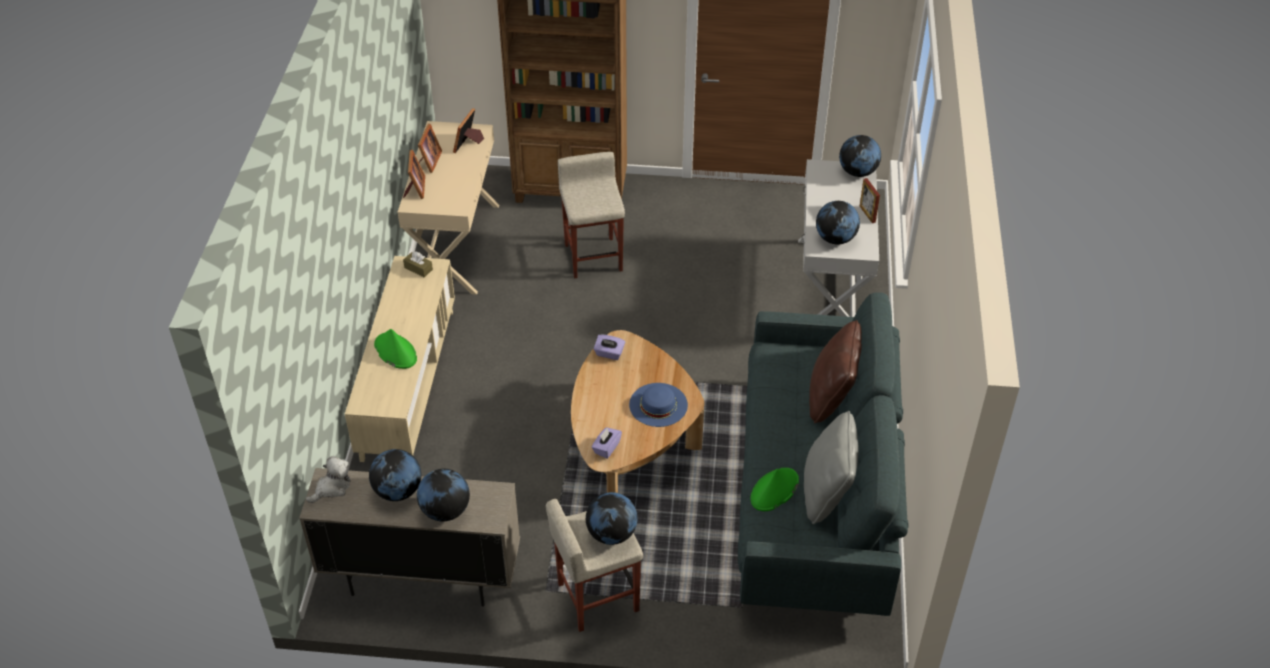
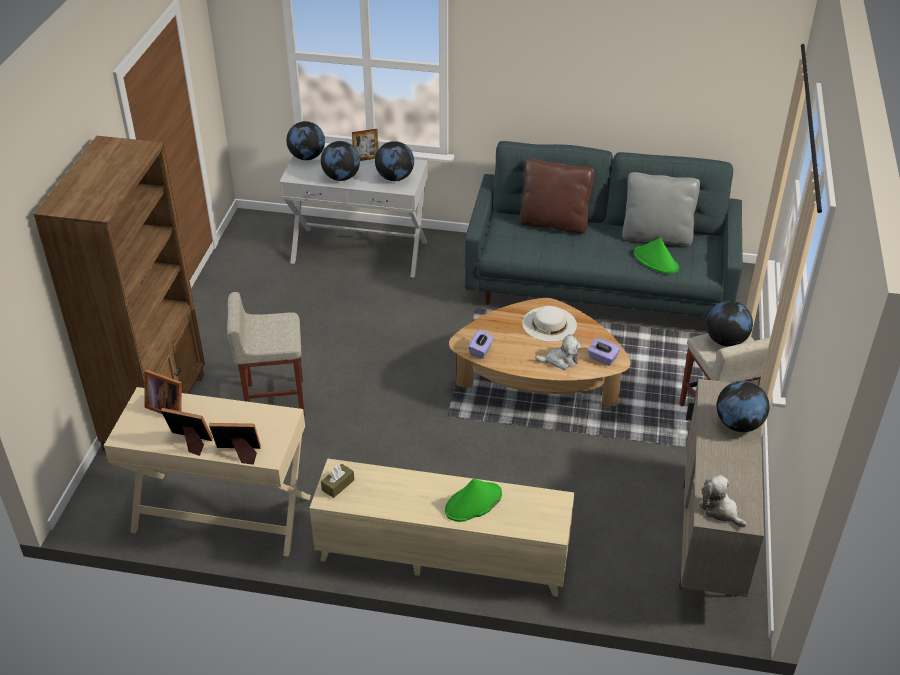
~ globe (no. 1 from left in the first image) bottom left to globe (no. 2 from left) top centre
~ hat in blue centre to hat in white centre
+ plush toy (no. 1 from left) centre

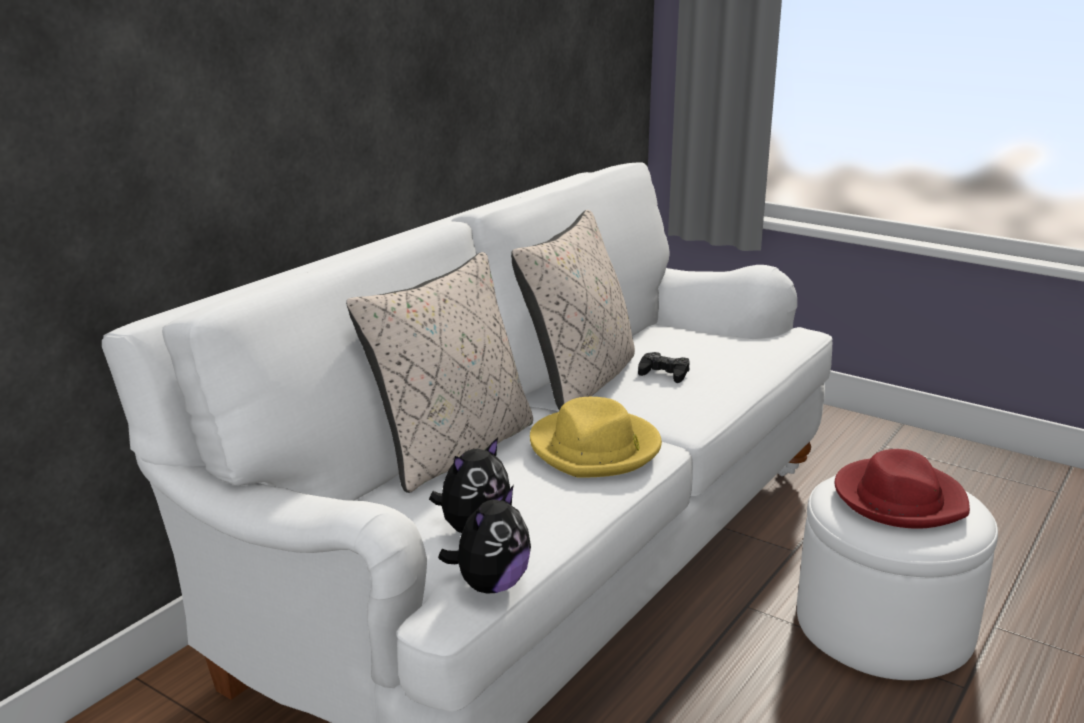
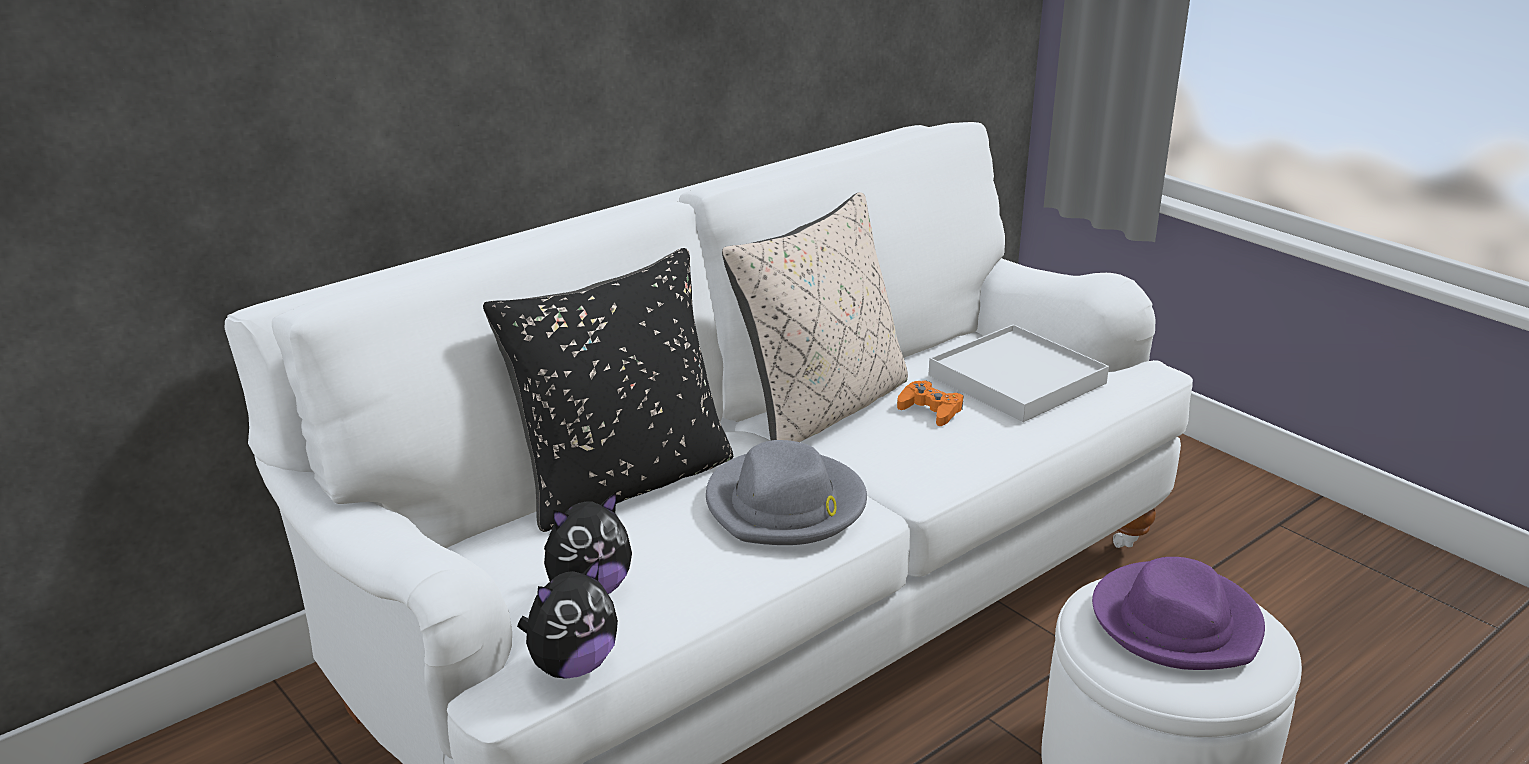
~ pillow in beige (no. 1 from left) centre to pillow in black centre
~ hat in yellow centre to hat in grey centre
~ game controller in black centre to game controller in orange centre
~ hat in red bottom right to hat in purple bottom right
+ tray in white centre

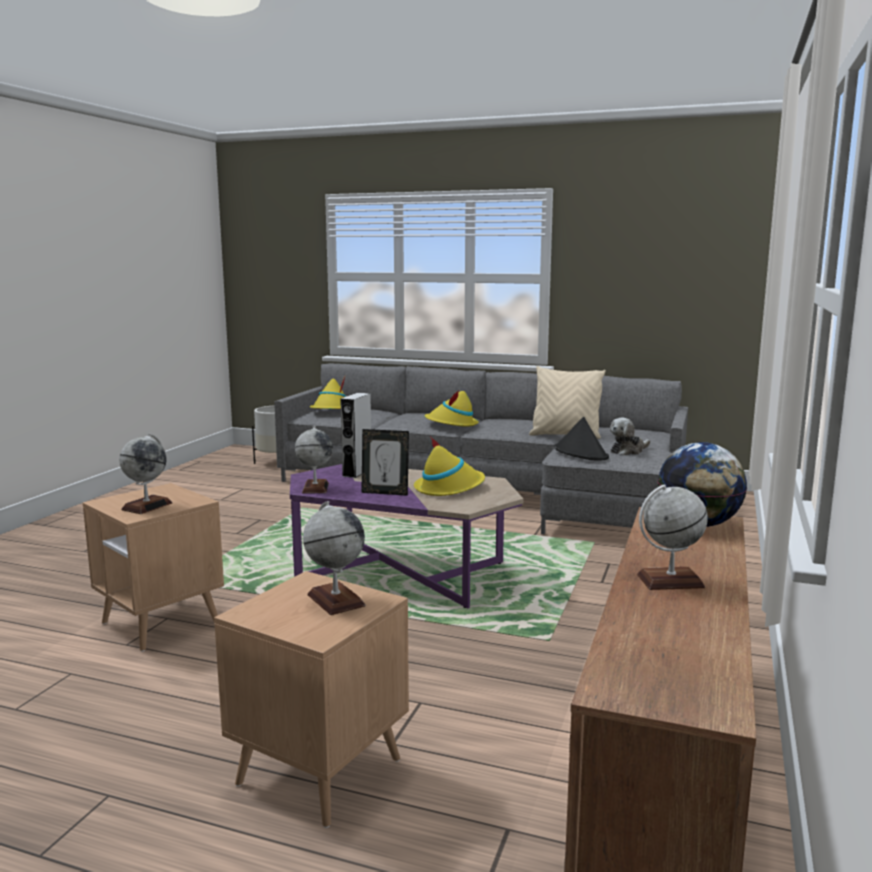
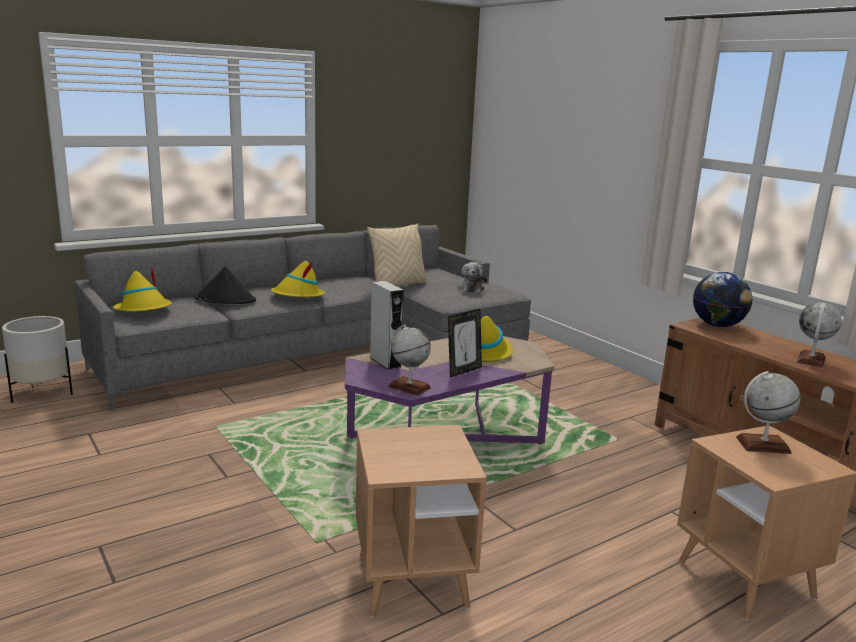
- globe (no. 1 from left) middle left
~ hat in black centre to middle left

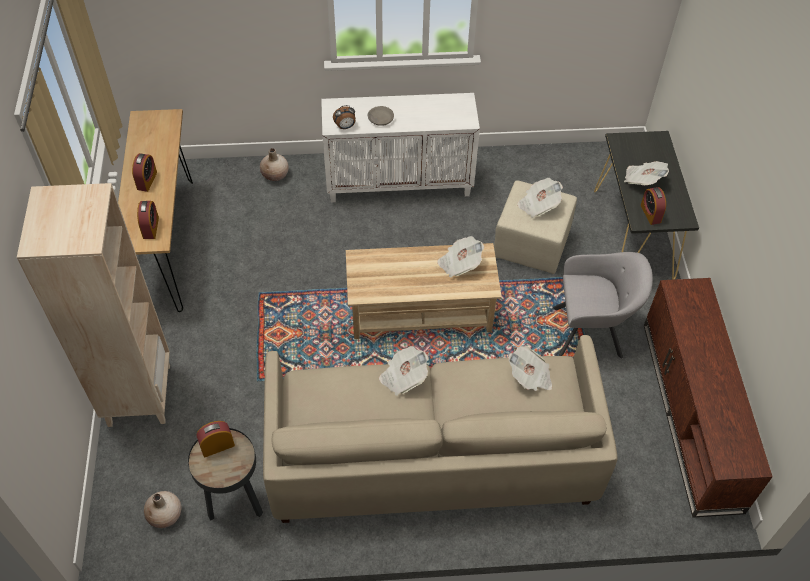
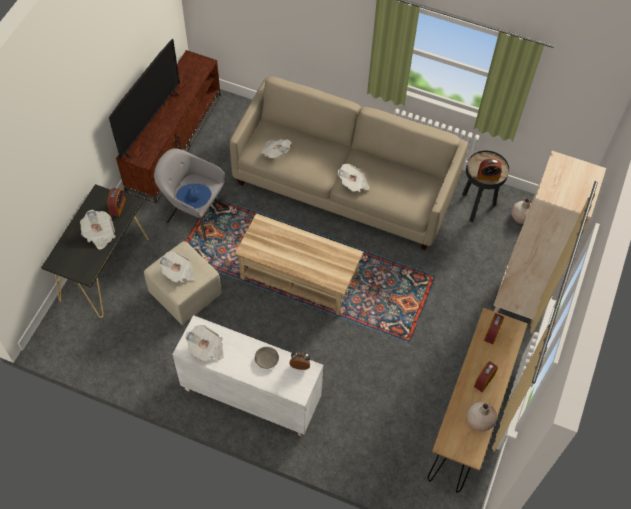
~ vase in beige (no. 2 from left in the first image) top centre to vase in beige (no. 1 from left) bottom right
~ newspaper (no. 2 from left in the first image) centre to newspaper (no. 3 from left) bottom left
+ television top left
+ hat in blue middle left

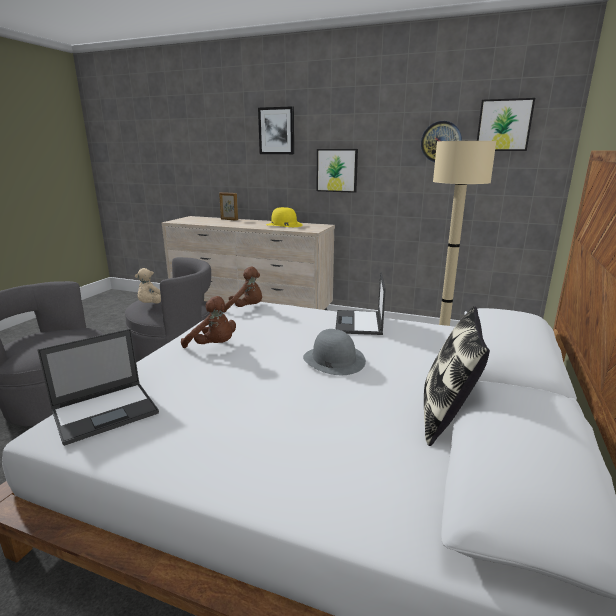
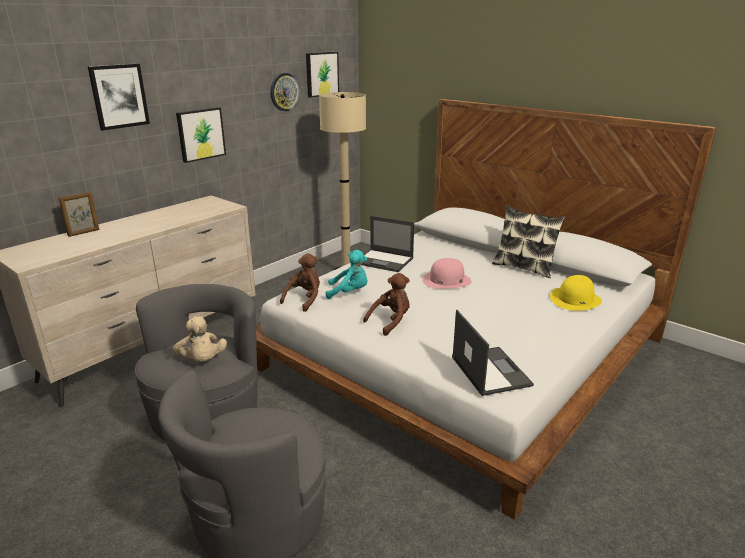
~ hat in yellow centre to middle right
~ hat in grey centre to hat in pink centre
+ plush toy in turquoise centre

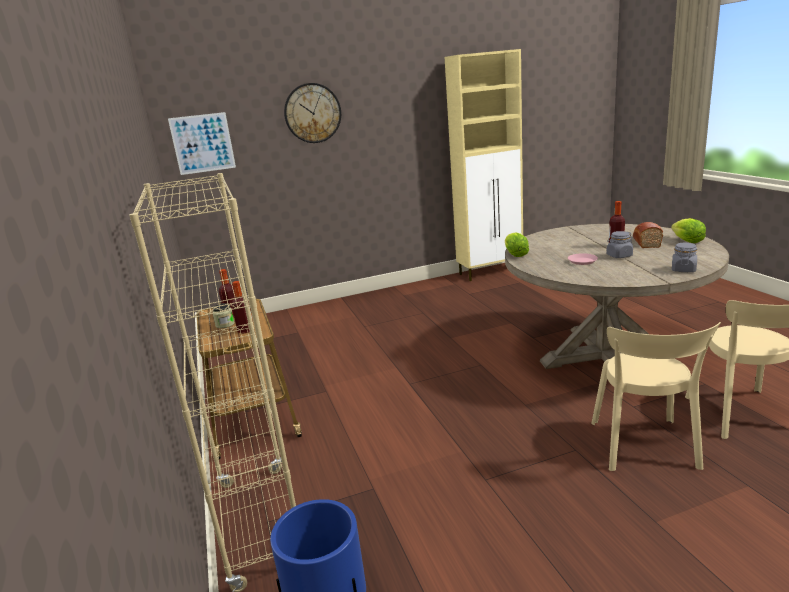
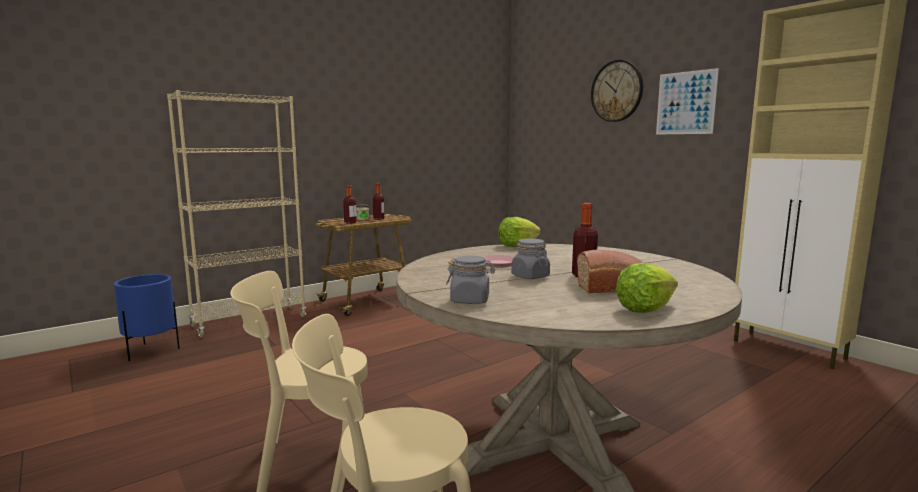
~ picture top left to top right

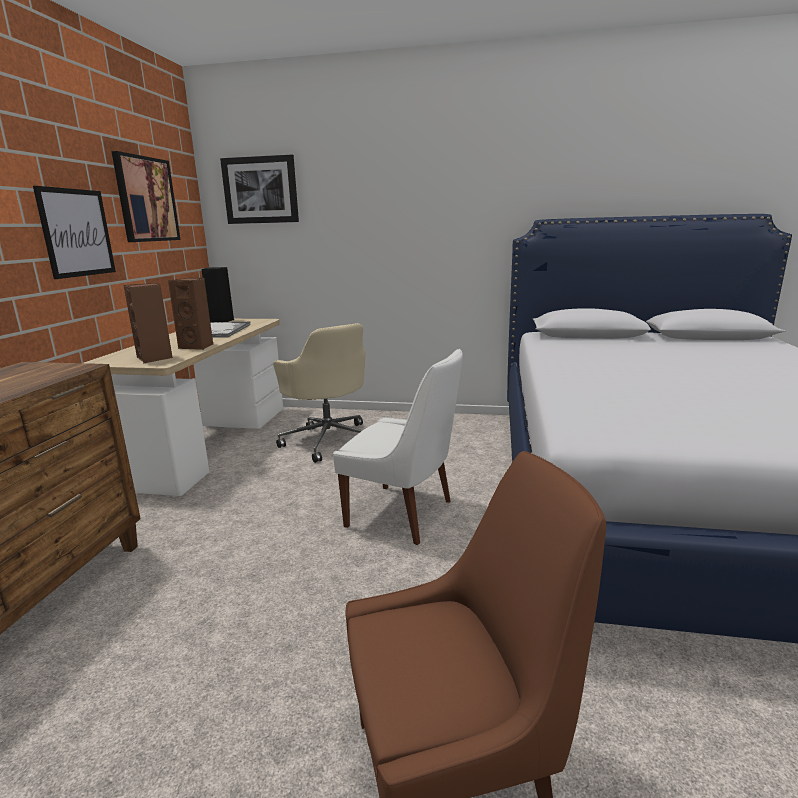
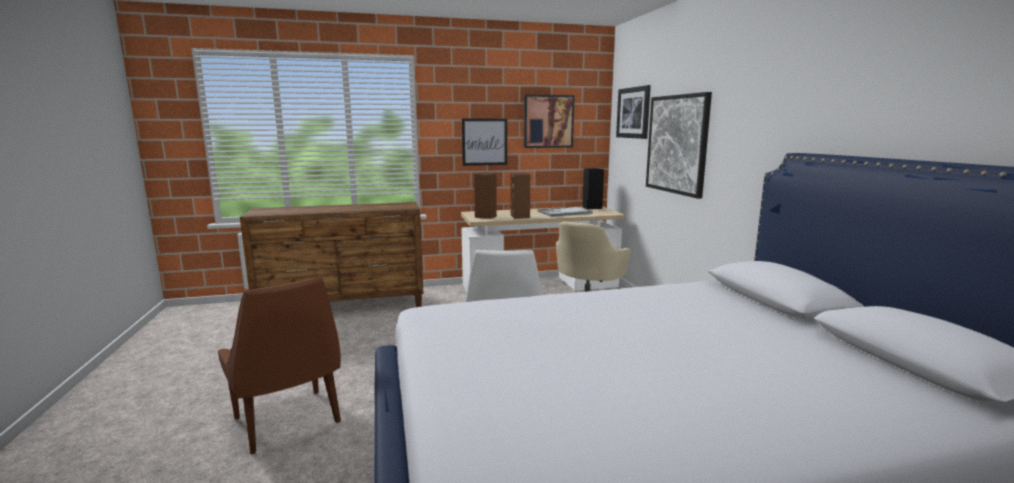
+ picture (no. 4 from left) top right

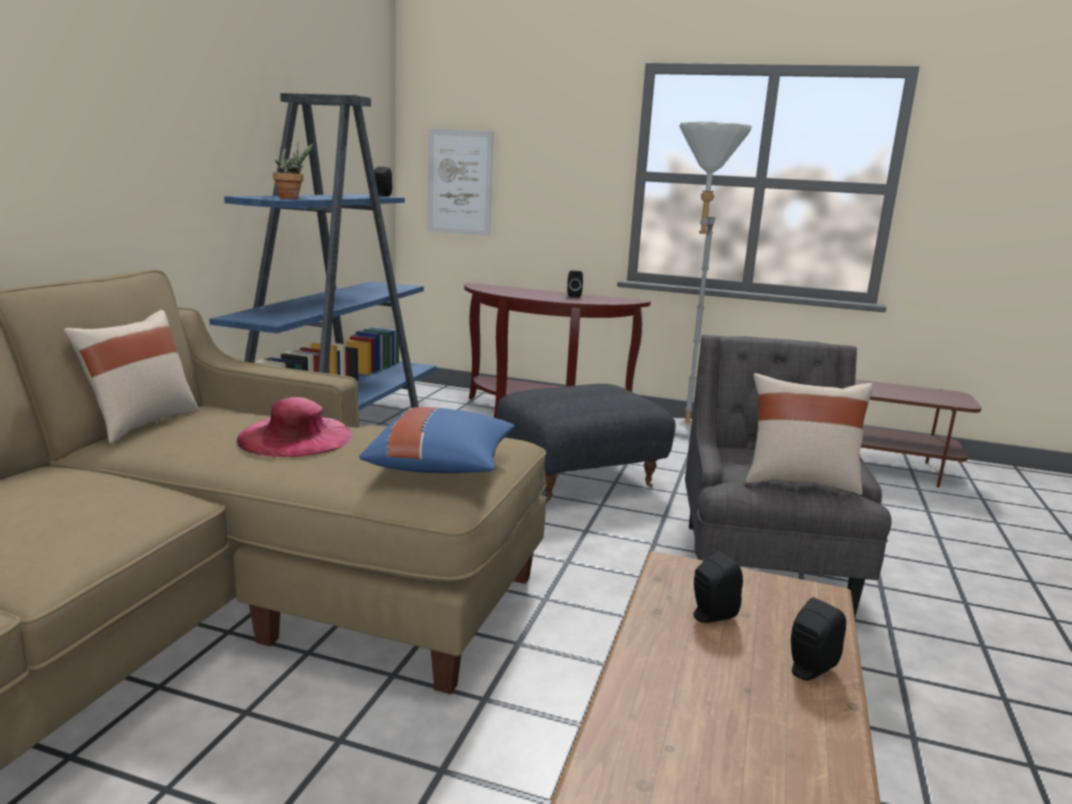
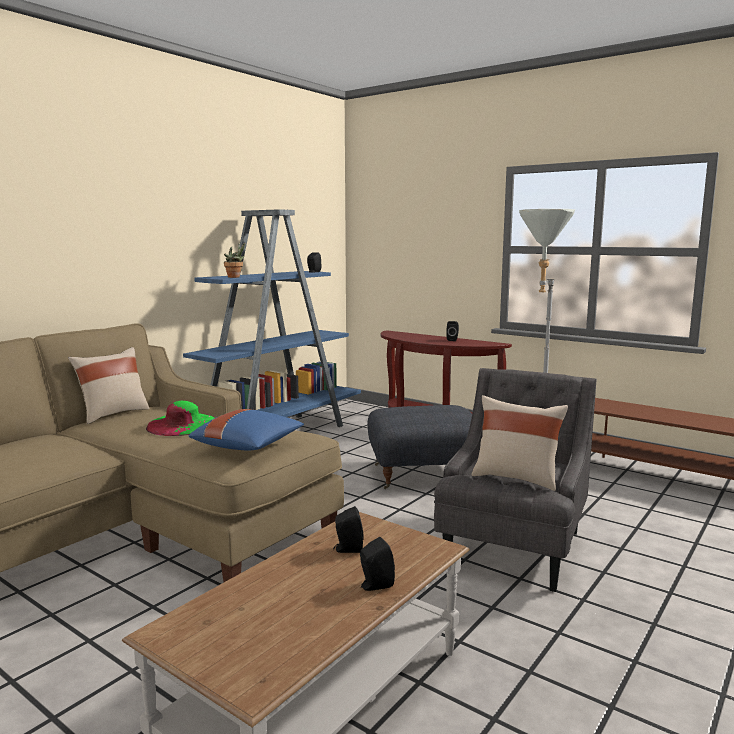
~ hat in pink middle left to hat in green middle left
- picture top centre

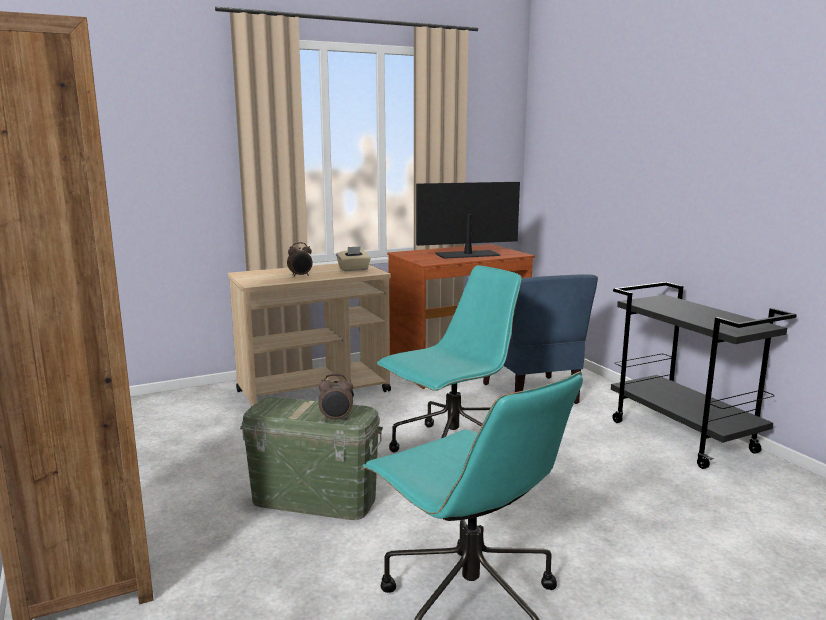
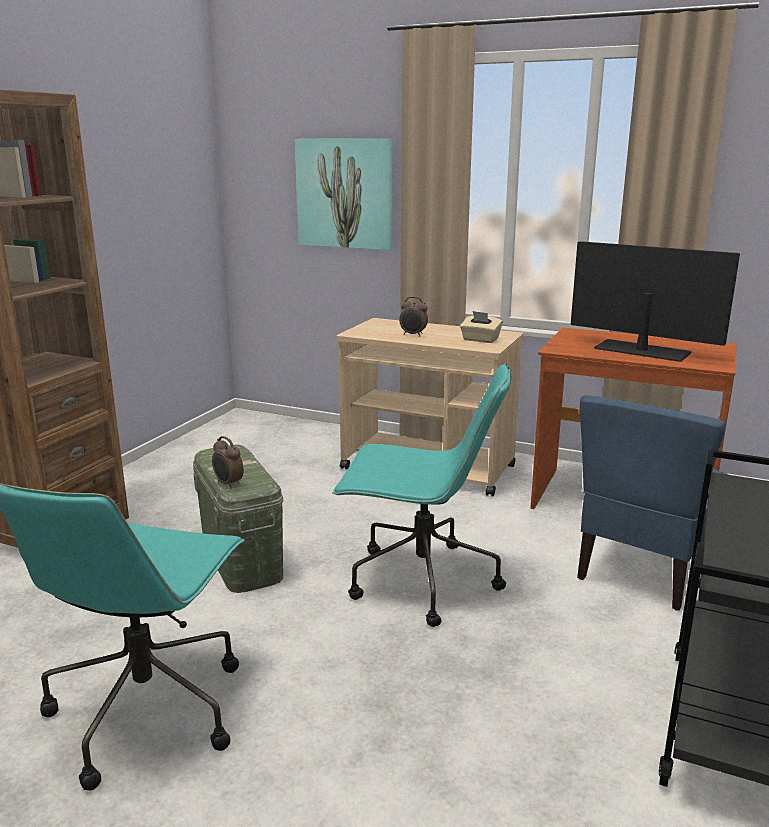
+ picture top centre

